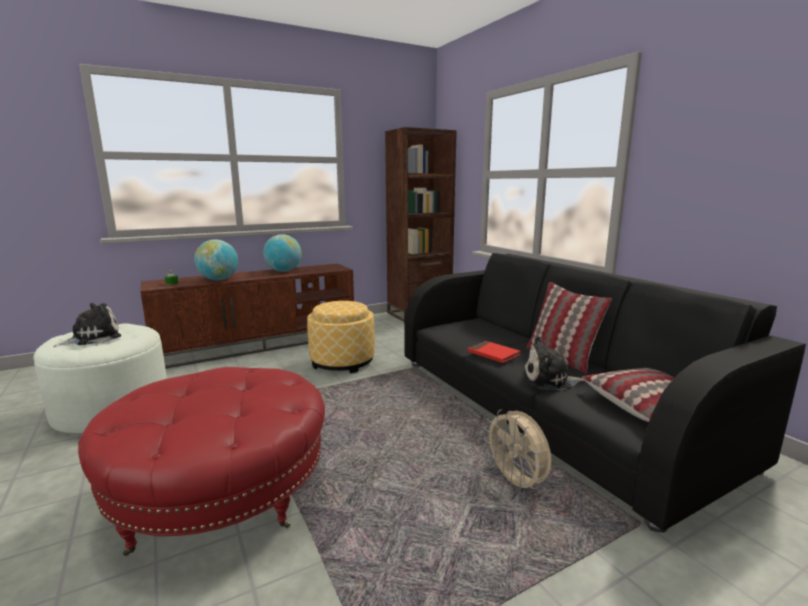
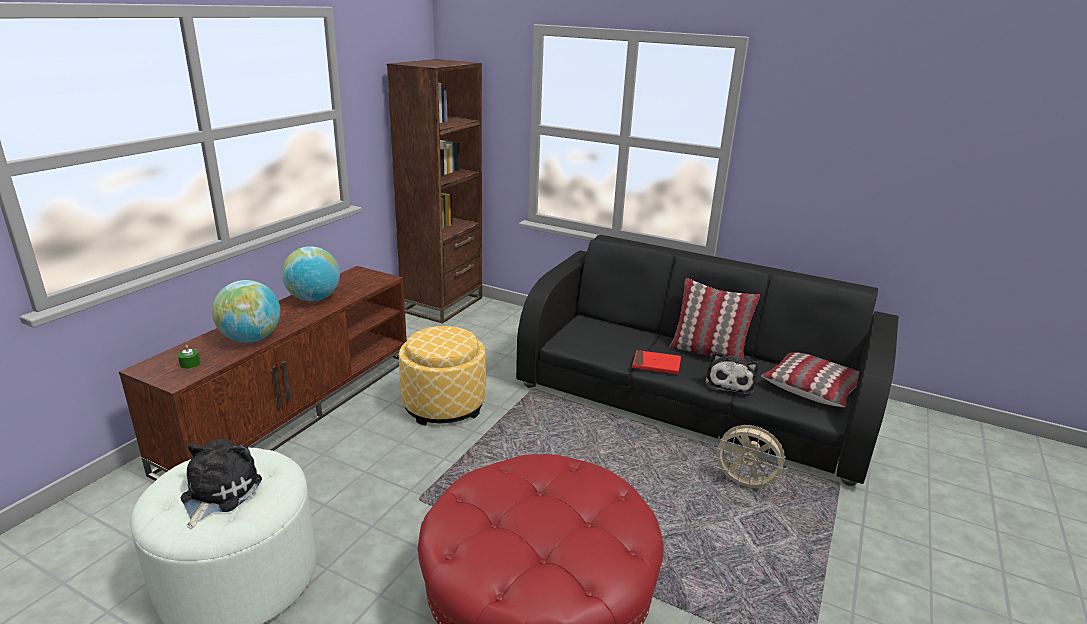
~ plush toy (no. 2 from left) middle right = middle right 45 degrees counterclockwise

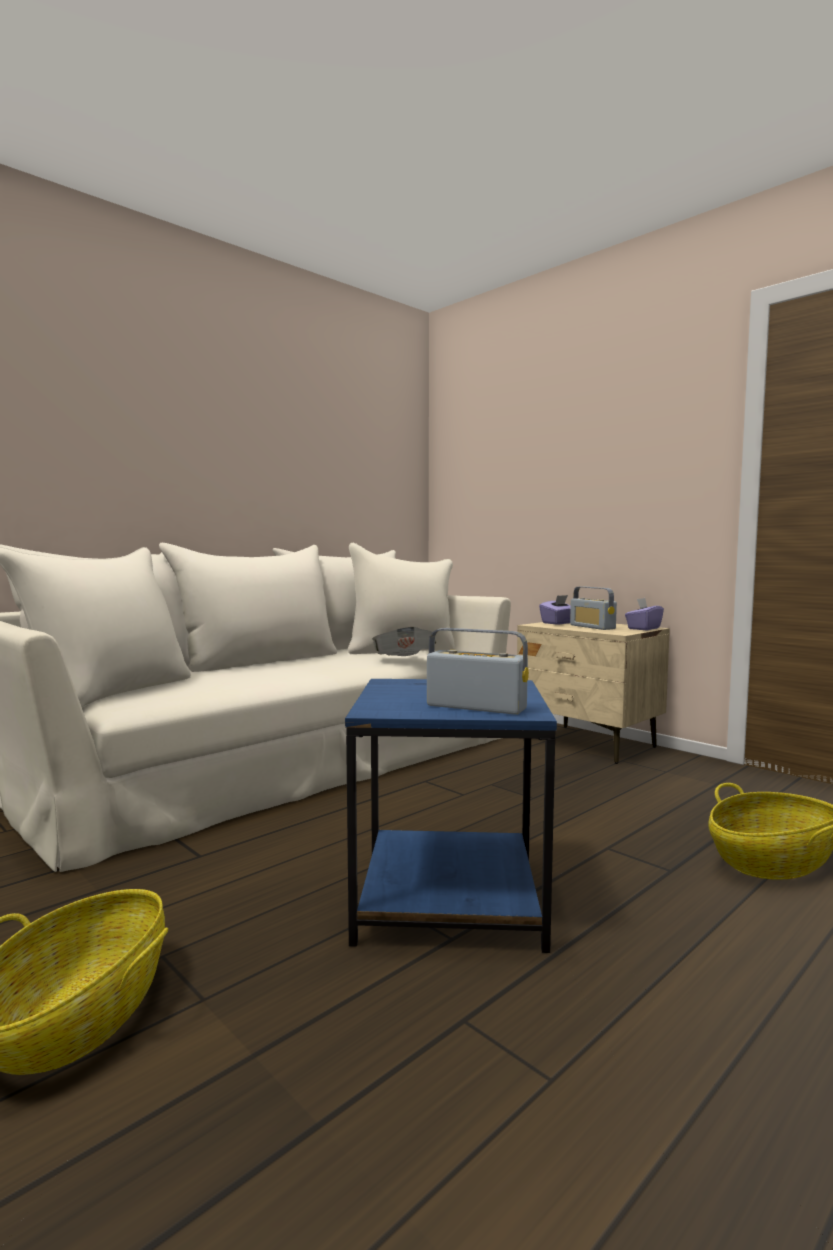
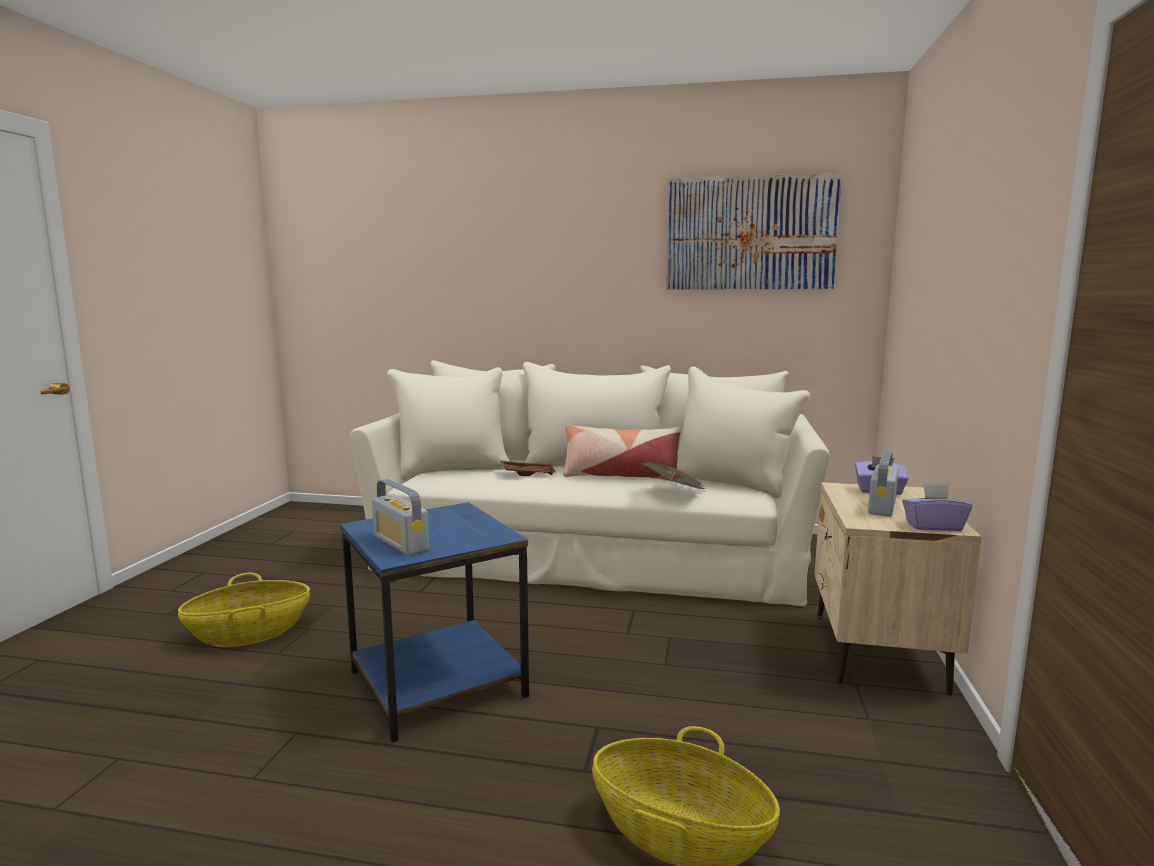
~ radio (no. 1 from left) centre = centre 150 degrees clockwise
+ tray in brown centre
+ pillow centre
+ picture top centre

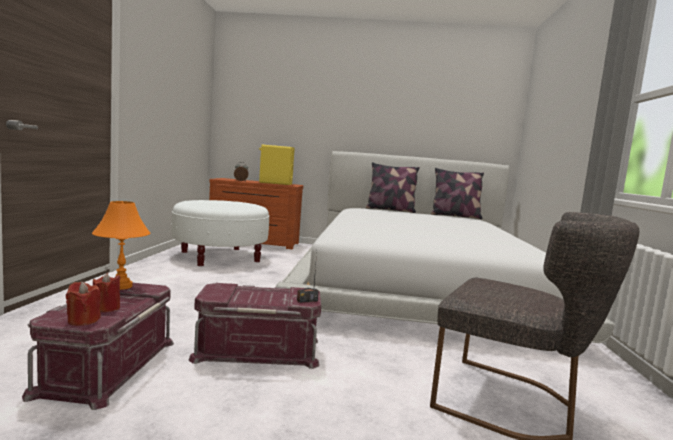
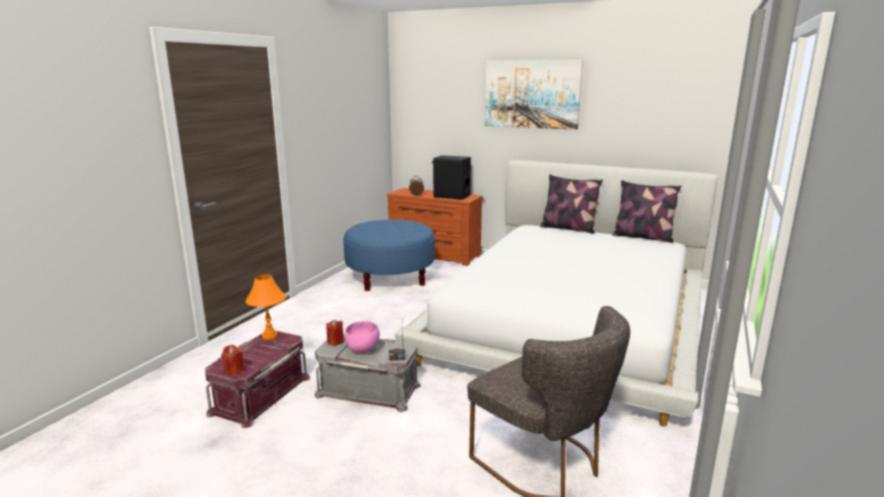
~ candle in red (no. 2 from left) middle left to bottom centre
~ ottoman in white middle left to ottoman in blue centre
~ storage box in red (no. 2 from left) bottom centre to storage box in grey bottom centre
~ speaker in yellow centre to speaker in black centre
+ bowl in pink bottom centre
+ picture top centre

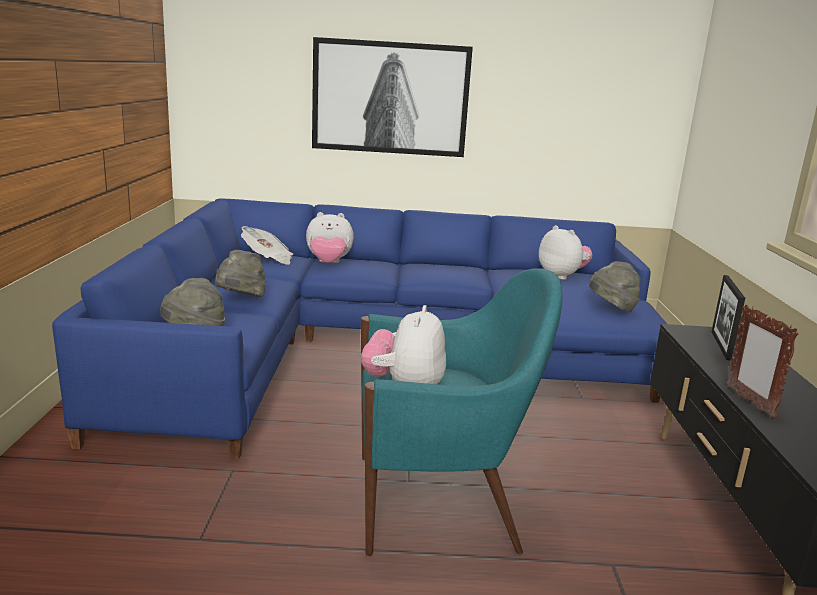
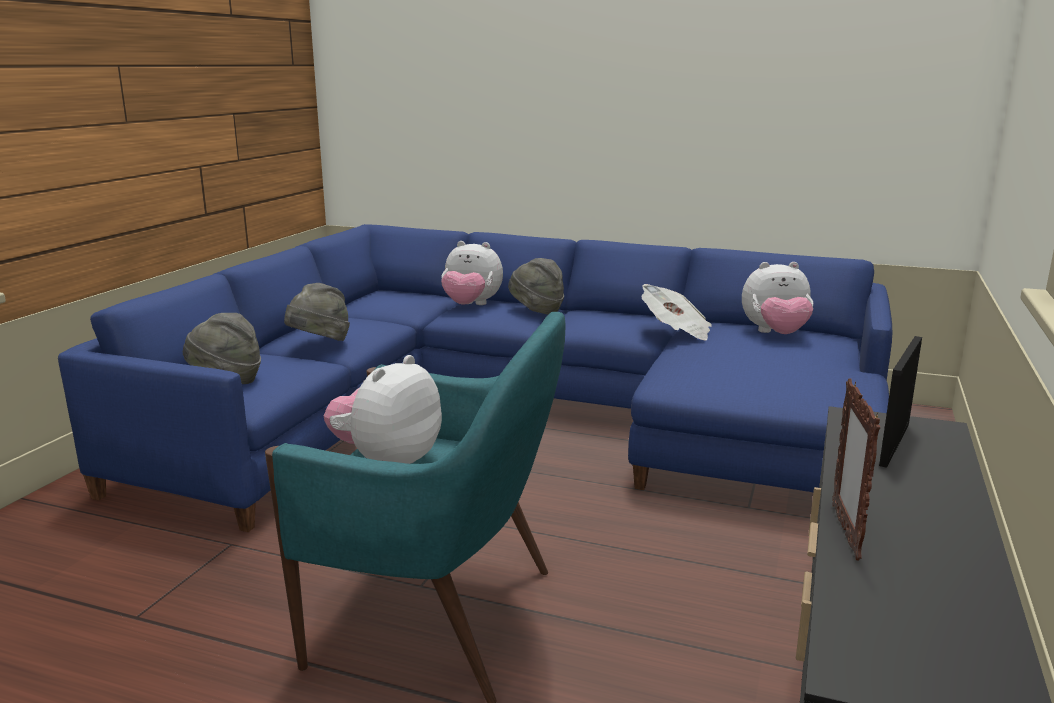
~ newspaper middle left to centre
- picture top centre
~ plush toy (no. 3 from left) middle right = middle right 105 degrees clockwise
~ hat in grey (no. 3 from left) middle right to centre

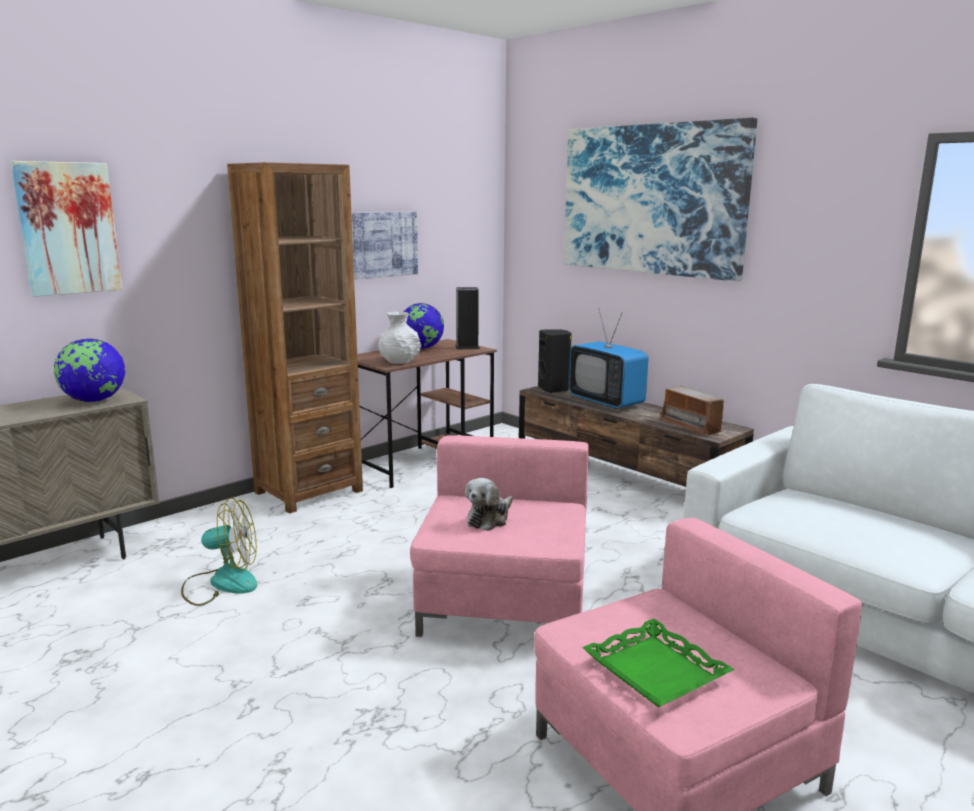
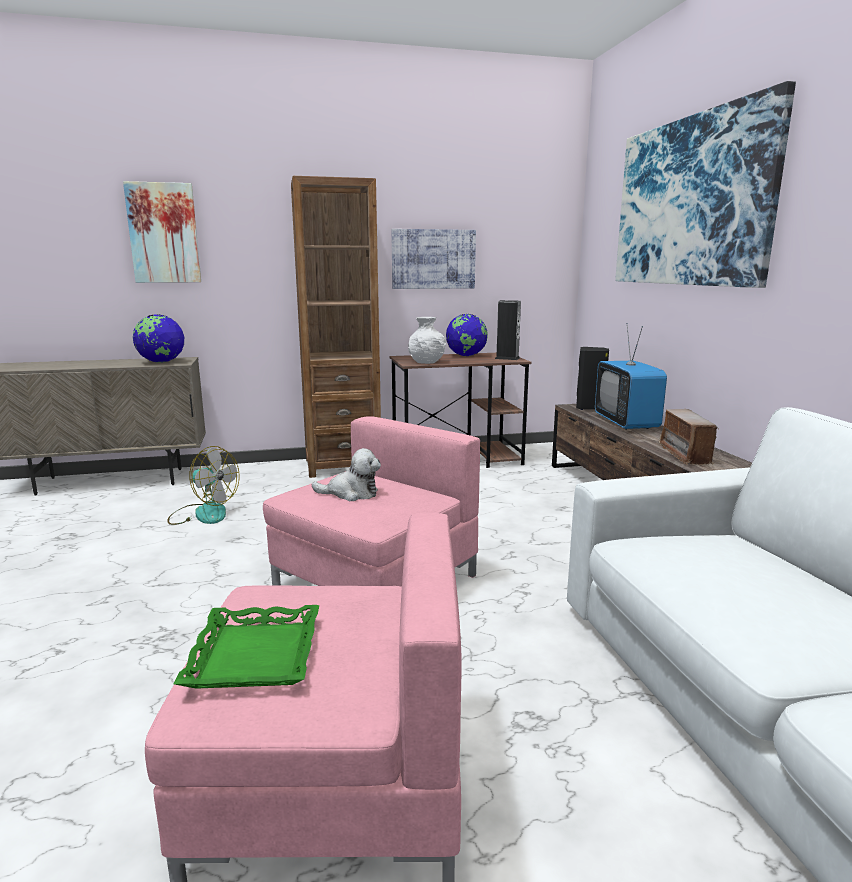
~ plush toy centre = centre 150 degrees counterclockwise

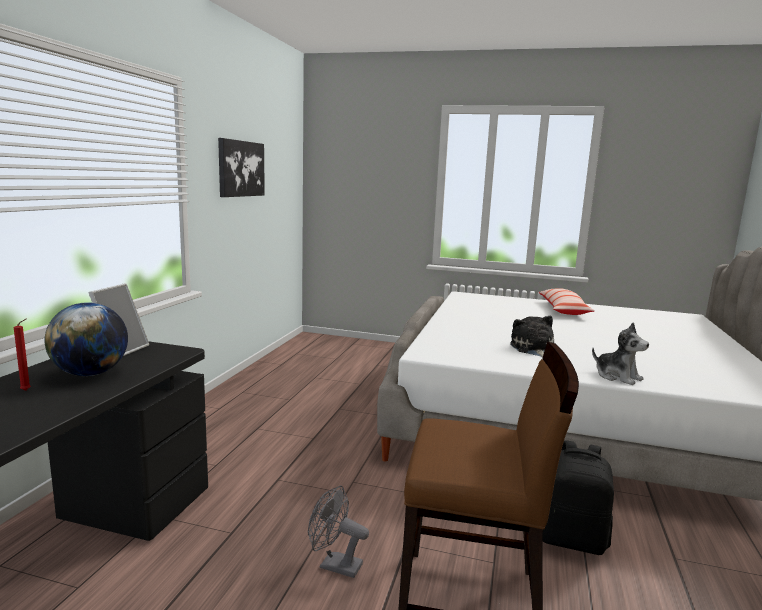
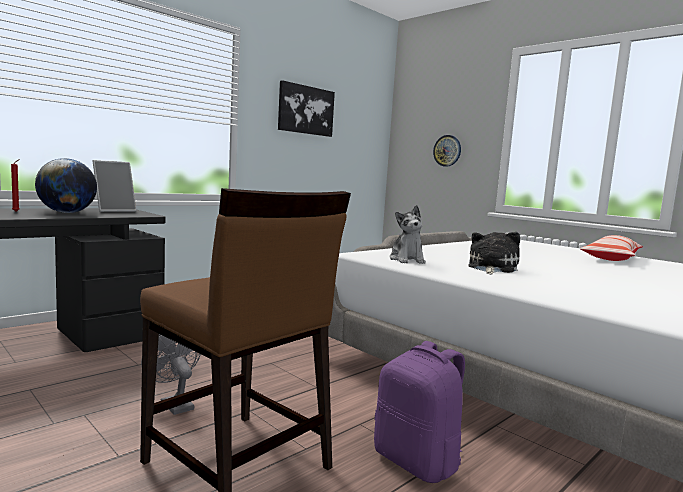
~ backpack in black bottom right to backpack in purple bottom centre
~ plush toy (no. 2 from left in the first image) middle right to plush toy (no. 1 from left) centre
+ wall clock top centre

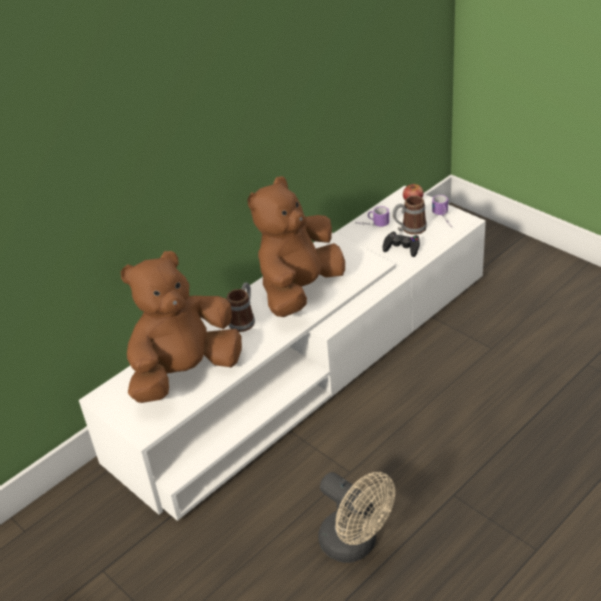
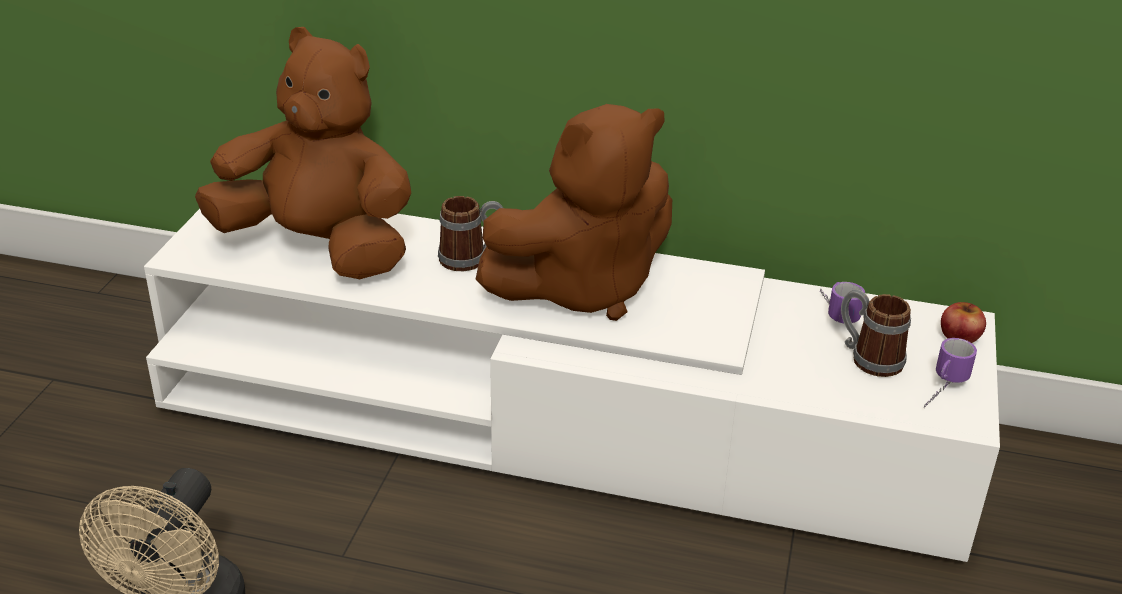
~ plush toy in brown (no. 2 from left) centre = centre 150 degrees clockwise
- game controller in black middle right

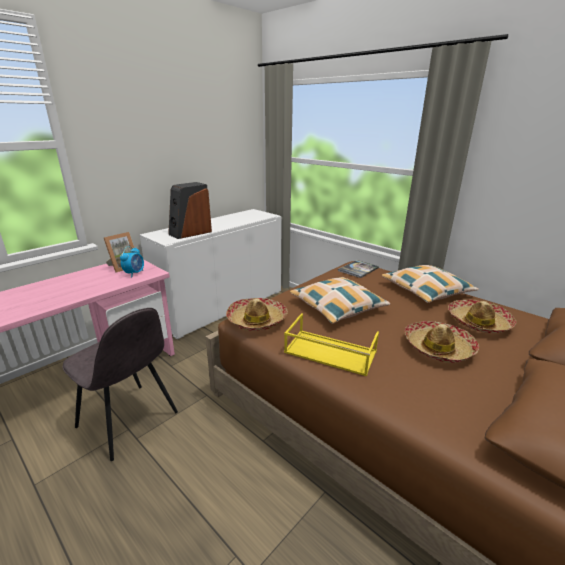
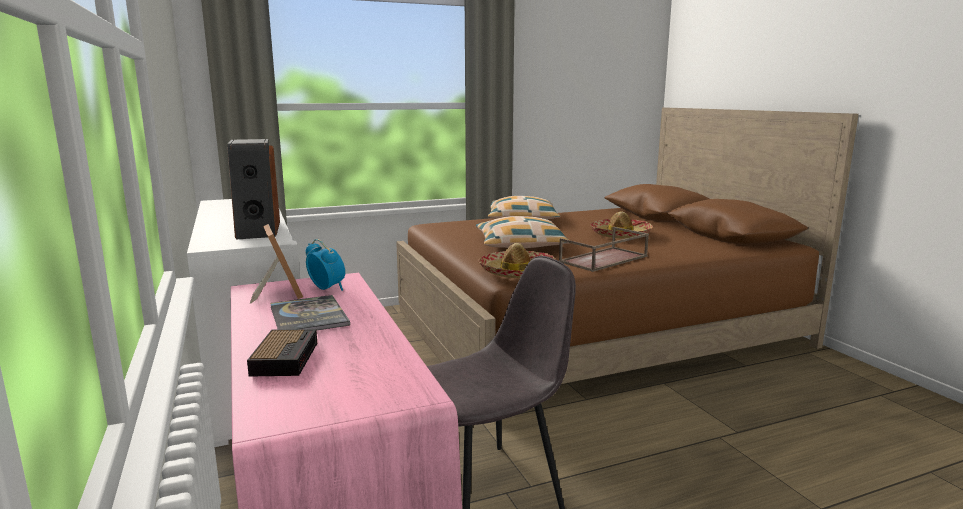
~ tray in yellow centre to tray in brown centre
~ book centre to middle left
- hat (no. 3 from left) middle right
+ alarm clock (no. 1 from left) bottom left

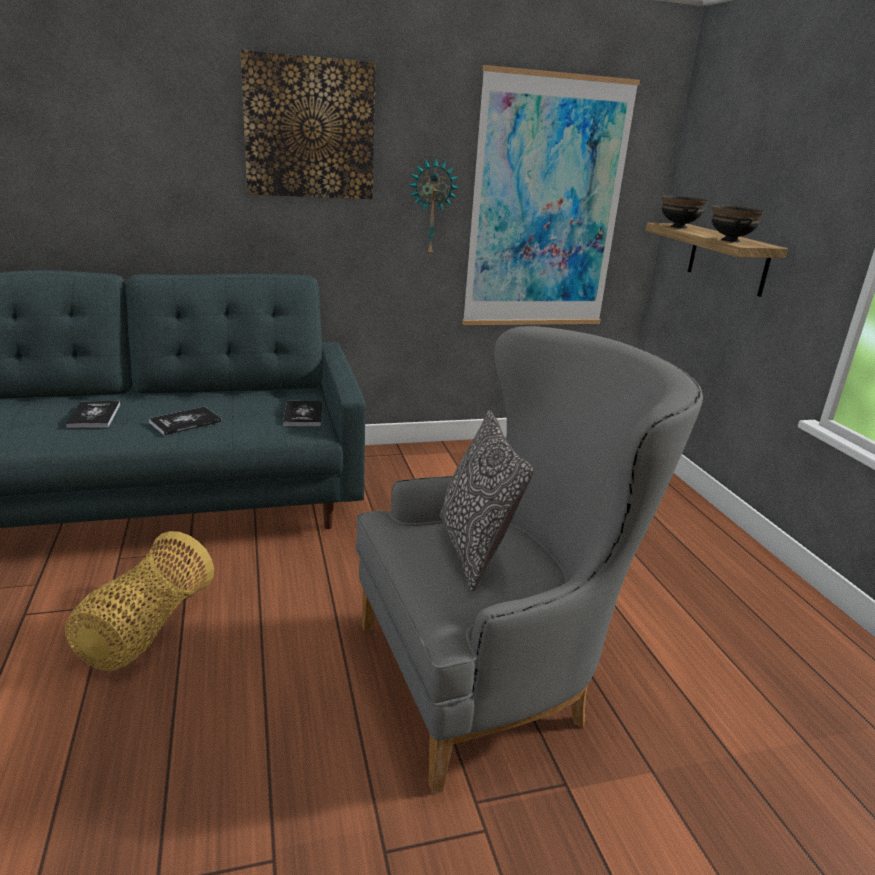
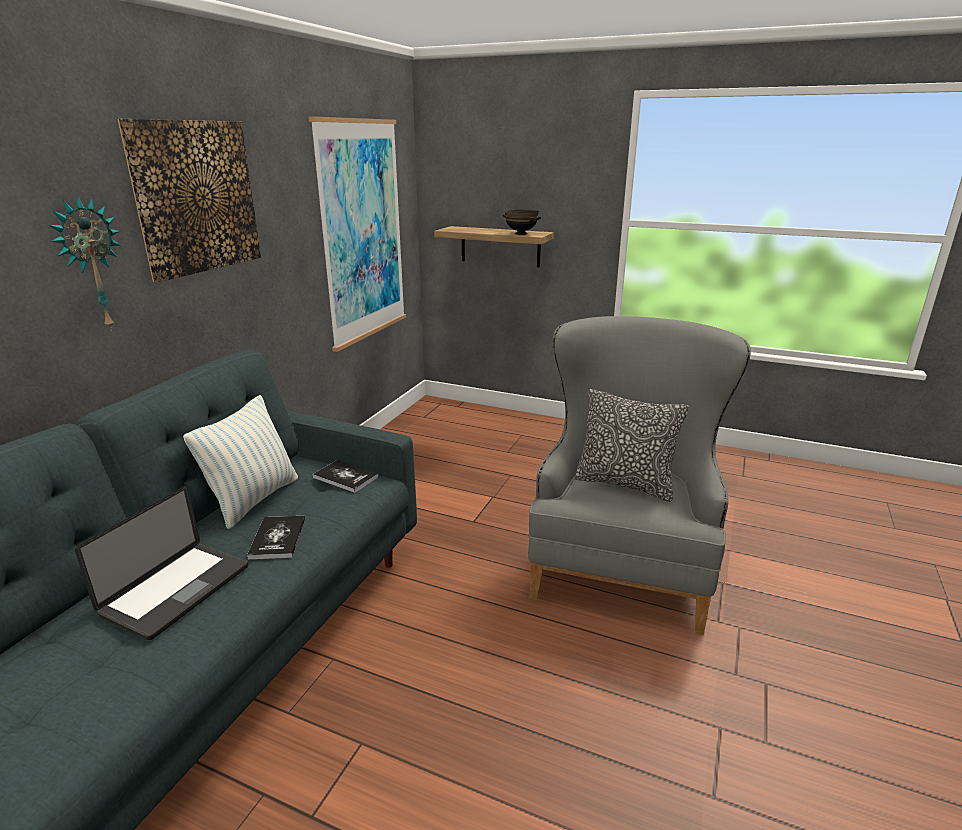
- basket bottom left
~ book (no. 1 from left) middle left to laptop bottom left
~ wall clock top centre to top left
- bowl in black (no. 1 from left) top right
+ pillow (no. 1 from left) middle left

